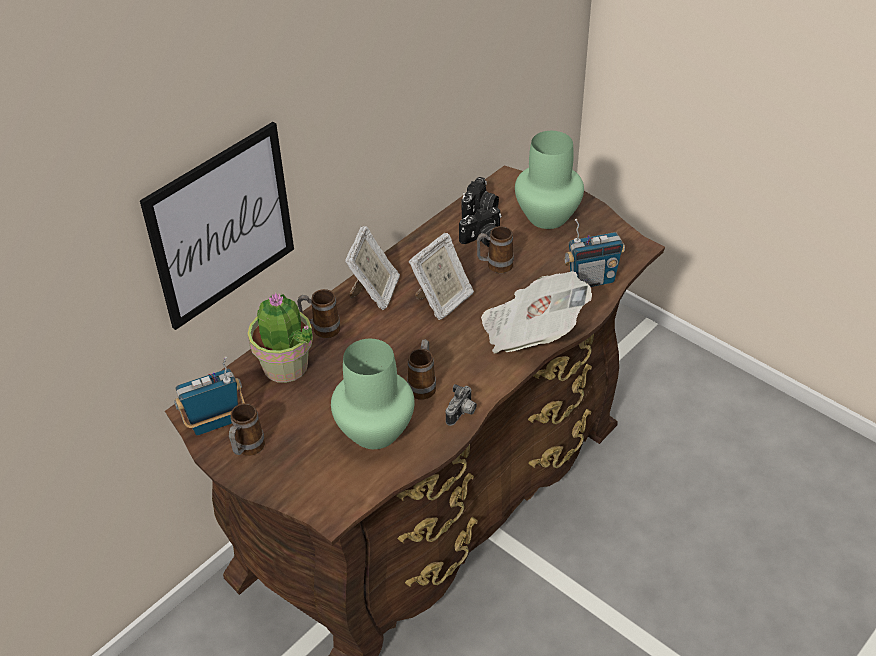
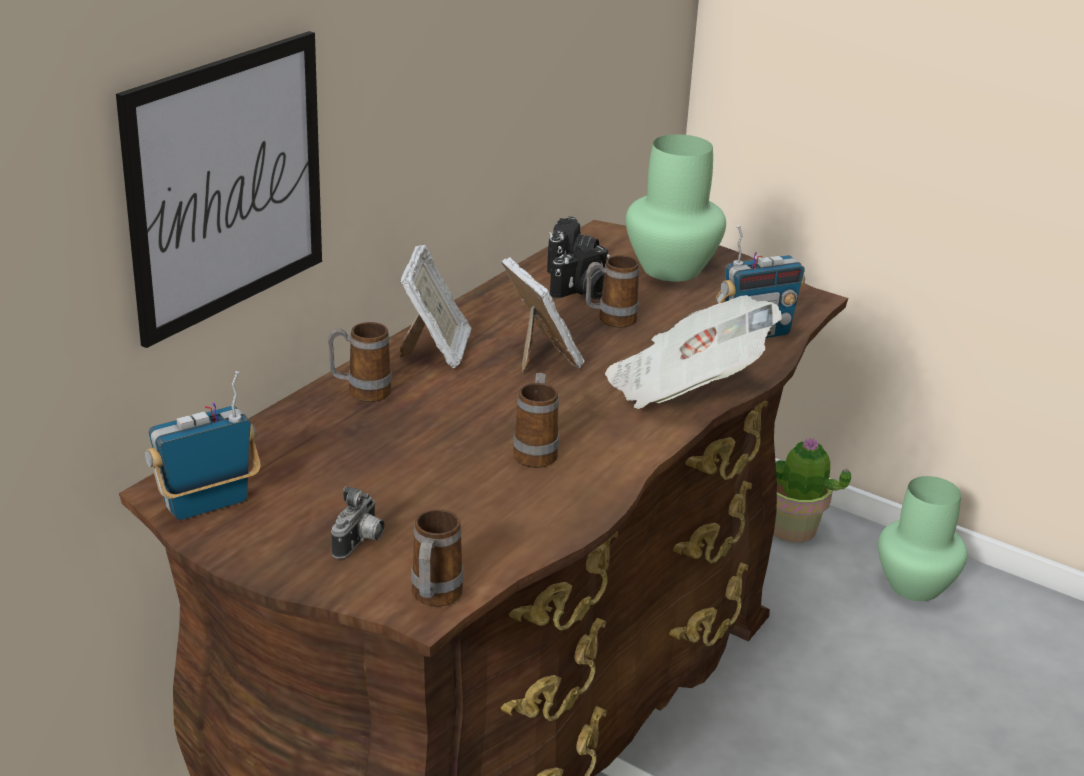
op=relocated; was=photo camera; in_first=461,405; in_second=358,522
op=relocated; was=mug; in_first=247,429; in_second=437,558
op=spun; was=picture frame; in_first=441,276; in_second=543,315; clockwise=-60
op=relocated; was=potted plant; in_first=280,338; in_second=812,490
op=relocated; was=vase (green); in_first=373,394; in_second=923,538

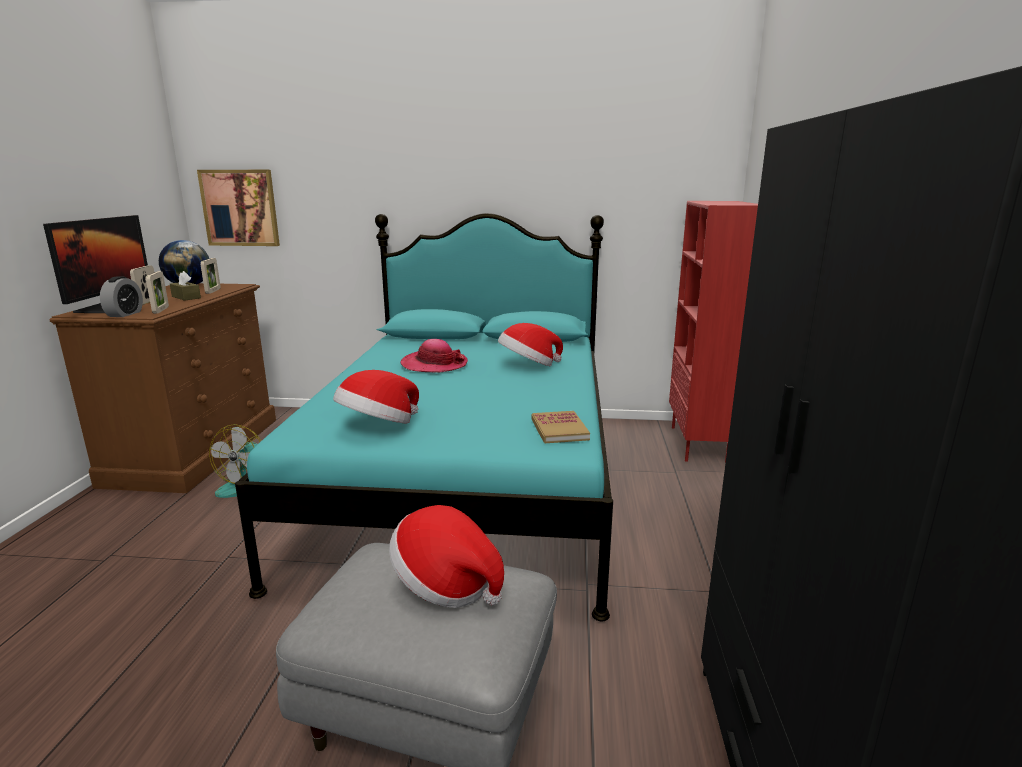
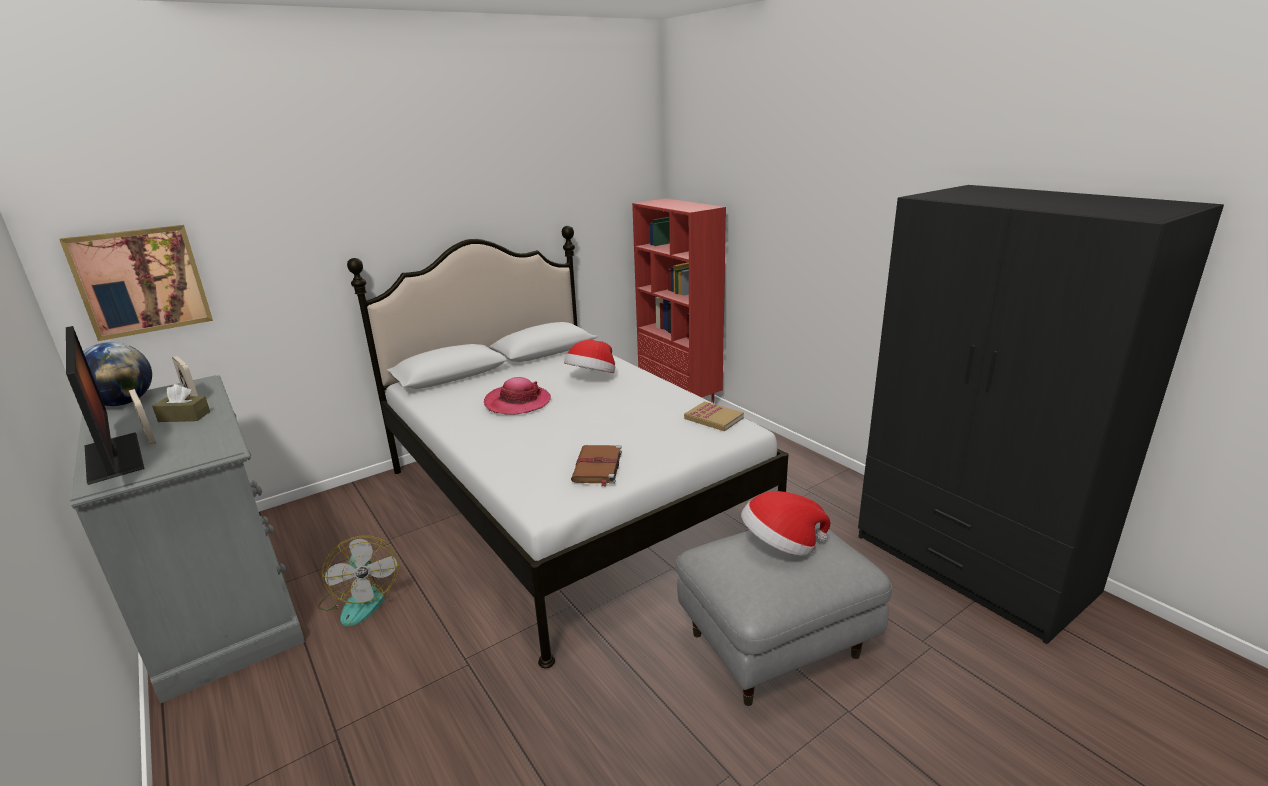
op=colour; was=dresser (brown); now=dresser (grey); in_first=163,388; in_second=187,539
op=colour; was=bed (turquoise); now=bed (white); in_first=424,417; in_second=568,447
op=exchanged; was=hat; now=book (brown); in_first=376,396; in_second=596,466
op=missing; was=alarm clock; in_first=121,296
op=missing; was=picture frame; in_first=157,292

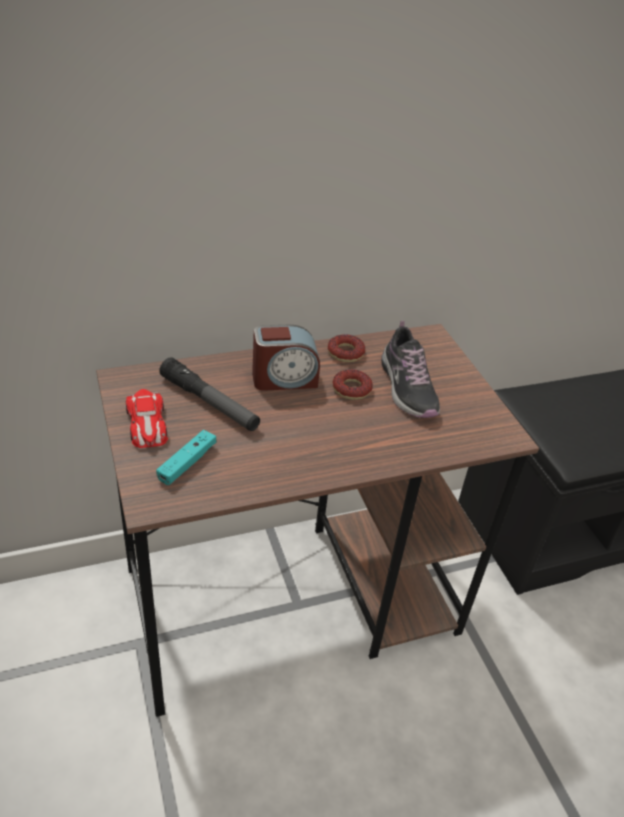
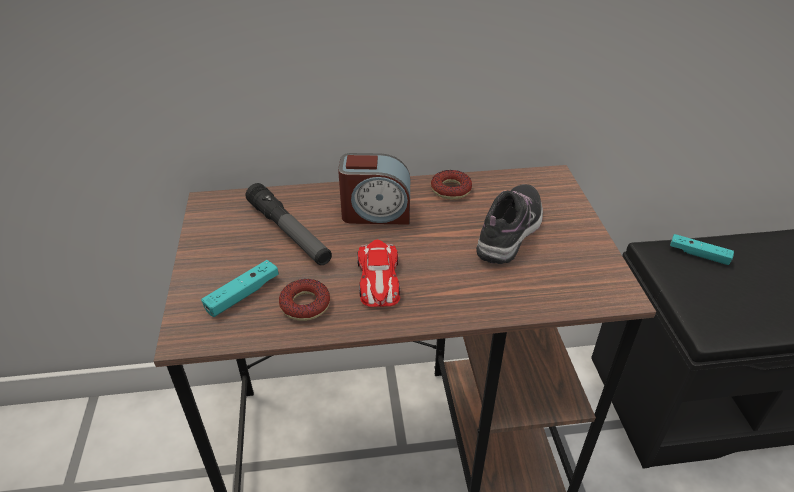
op=relocated; was=donut; in_first=353,384; in_second=304,300
op=relocated; was=toy car; in_first=146,418; in_second=378,273
op=spun; was=shoe; in_first=410,369; in_second=509,224; clockwise=-150
op=appeared; now=game controller (turquoise); in_second=702,249

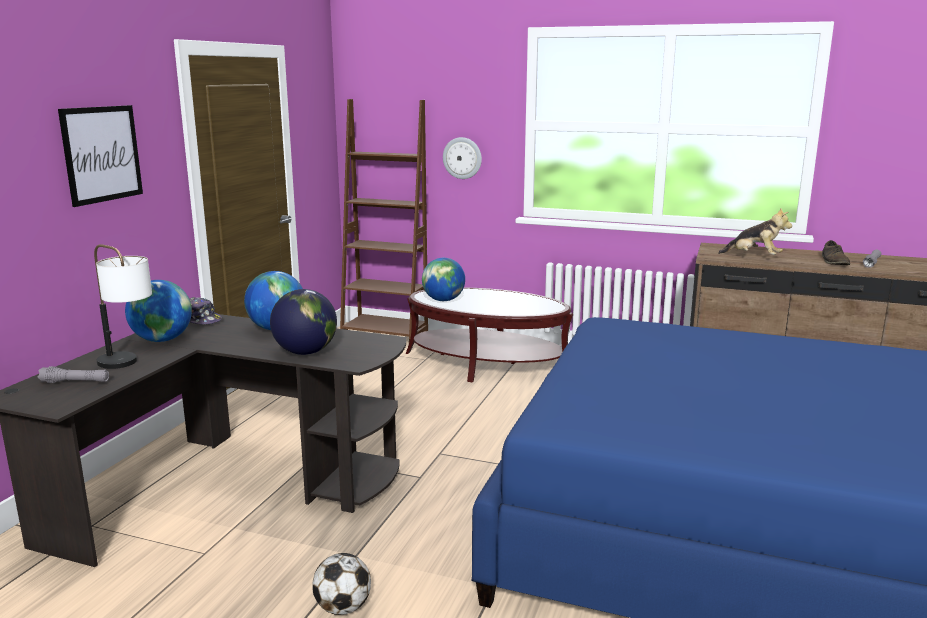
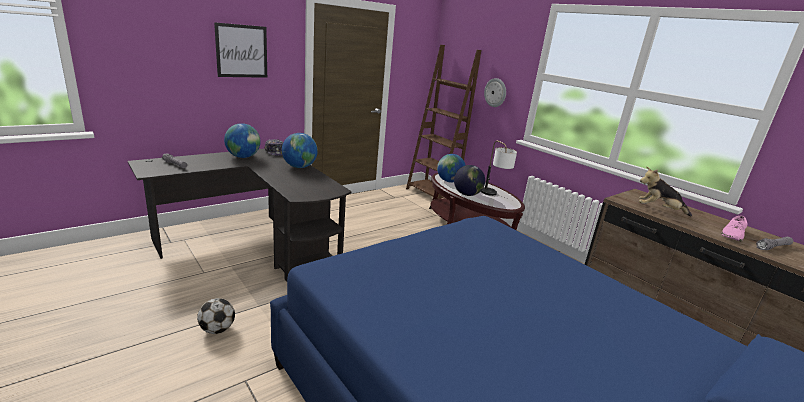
op=relocated; was=globe; in_first=303,322; in_second=469,180
op=relocated; was=table lamp; in_first=123,306; in_second=499,168
op=spun; was=plush toy; in_first=755,231; in_second=665,192; clockwise=135
op=colour; was=shoe (brown); now=shoe (pink); in_first=836,252; in_second=734,229

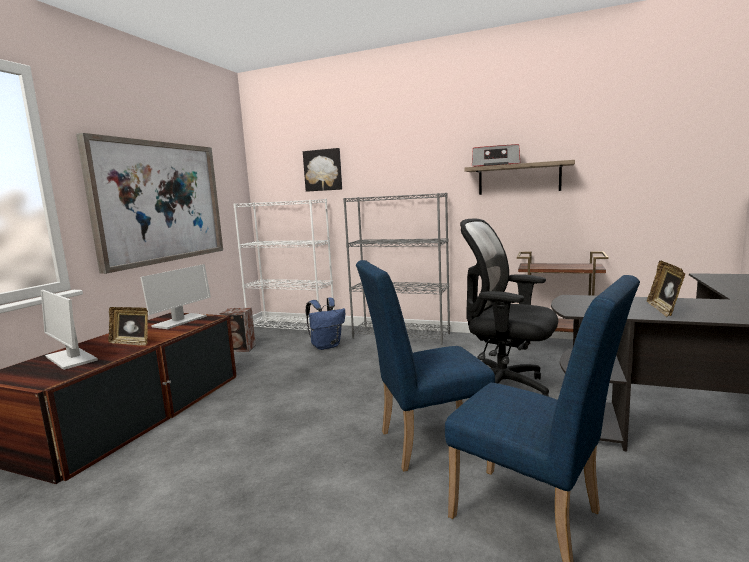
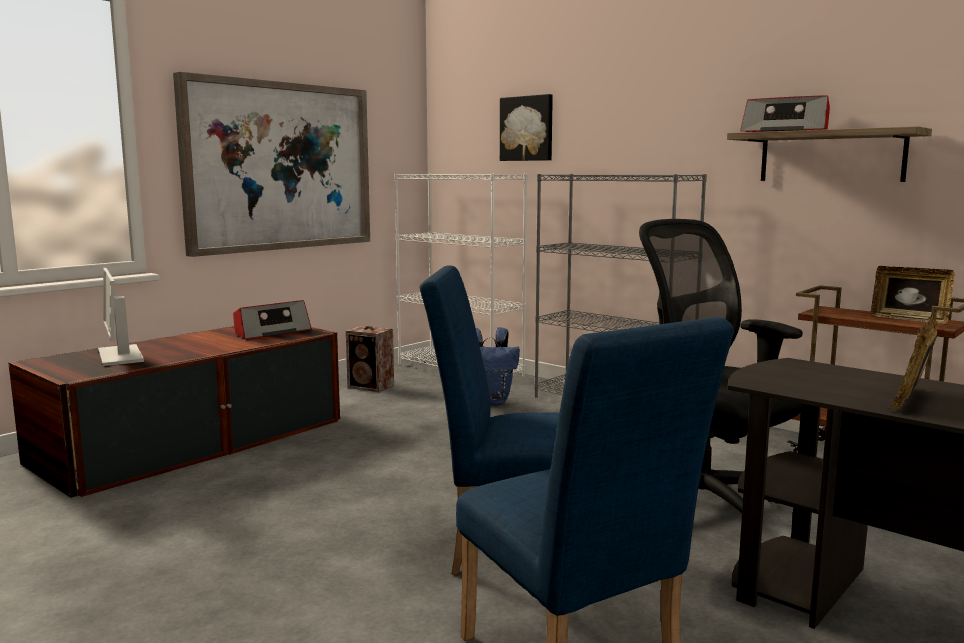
op=exchanged; was=monitor; now=radio; in_first=175,296; in_second=272,319
op=relocated; was=picture frame; in_first=128,326; in_second=912,295

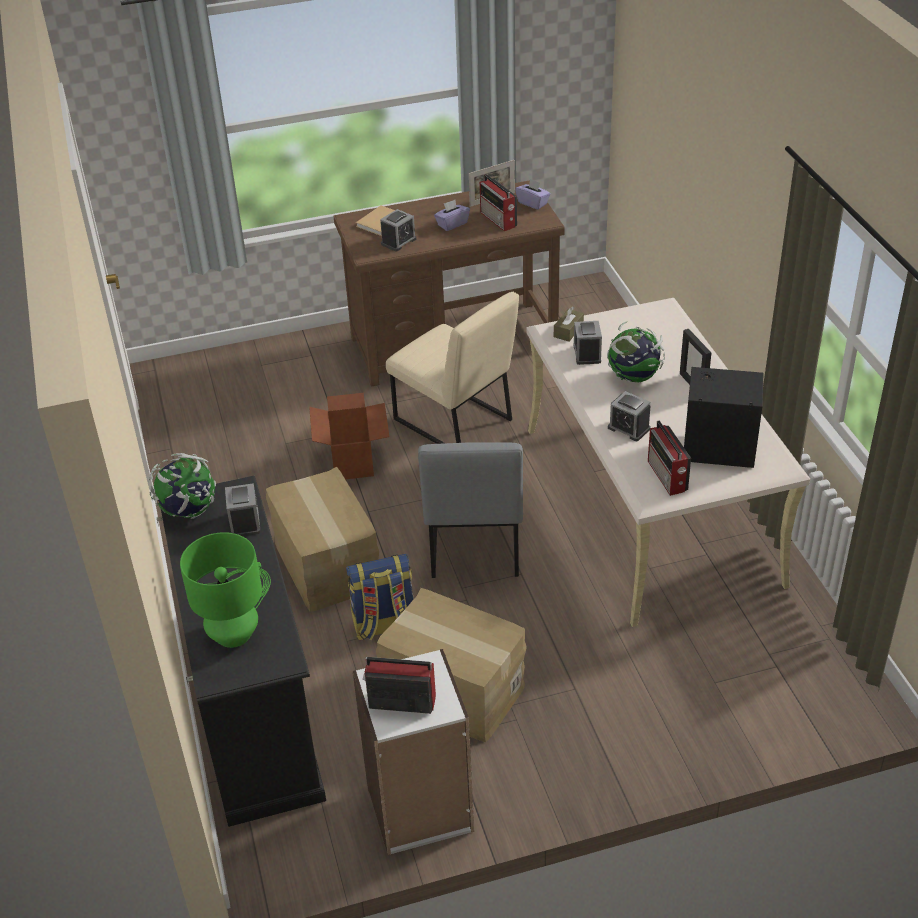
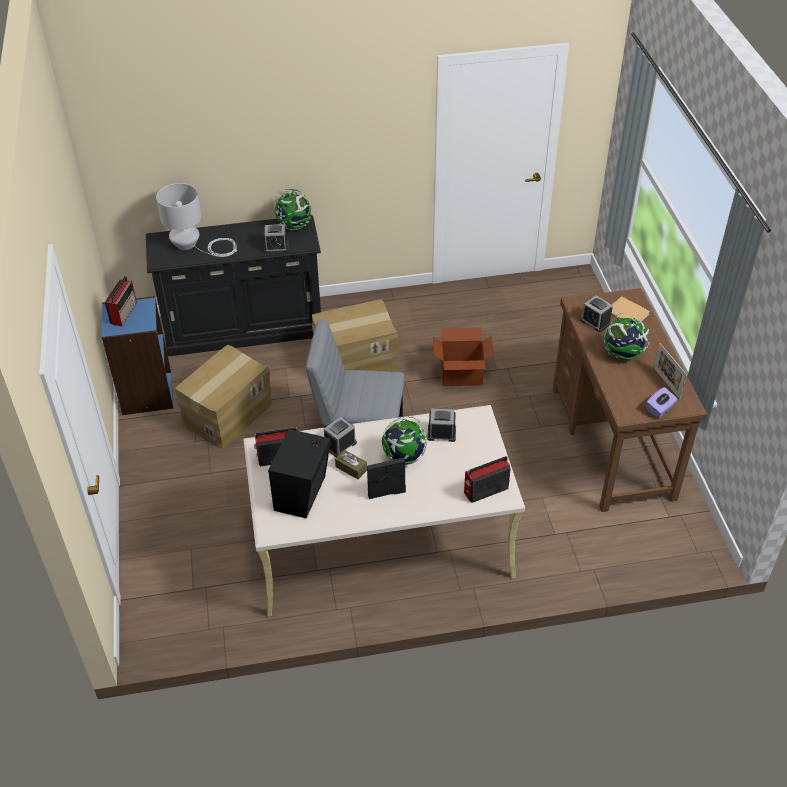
op=colour; was=bookcase (white); now=bookcase (blue); in_first=413,752; in_second=137,355
op=colour; was=table lamp (green); now=table lamp (white); in_first=225,590; in_second=196,220
op=relocated; was=tissue box (brown); in_first=569,324; in_second=351,464
op=relocated; was=radio; in_first=498,202; in_second=487,479
op=exchanged; was=tissue box (purple); now=globe; in_first=452,215; in_second=626,336
op=missing; was=backpack; in_first=380,597
op=missing; was=chair (beige); in_first=452,368

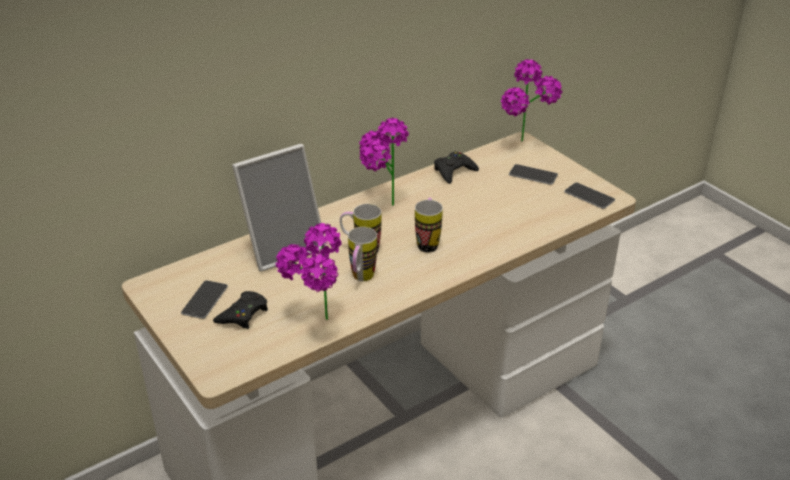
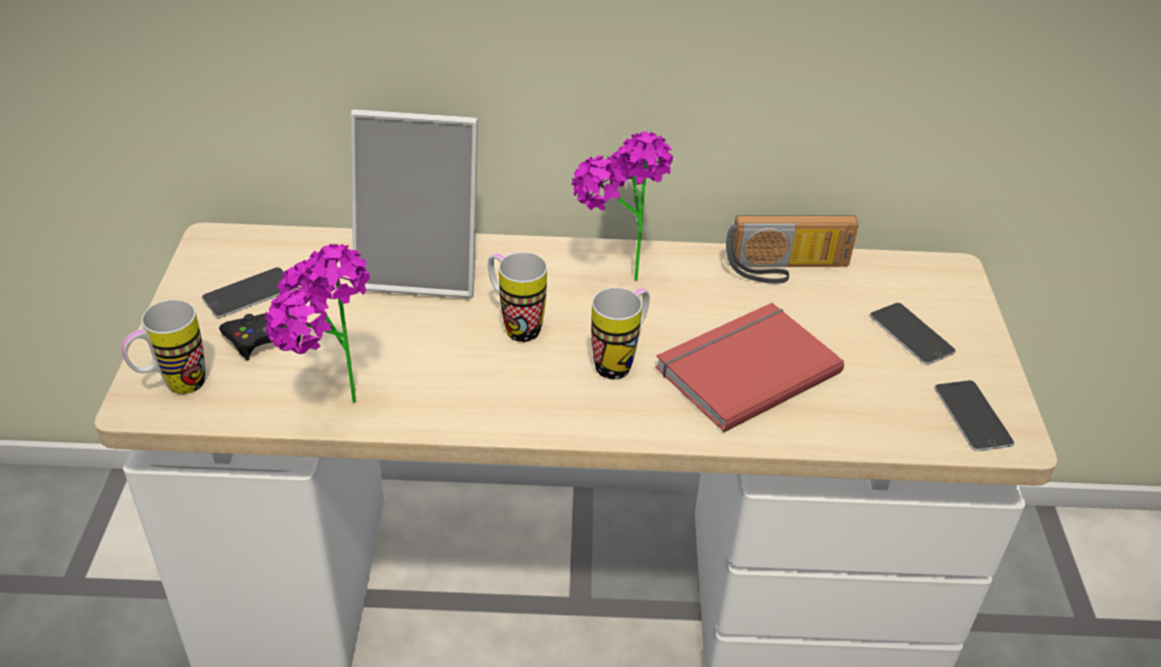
op=relocated; was=mug; in_first=362,254; in_second=163,347
op=appeared; now=book (red); in_second=749,367
op=exchanged; was=game controller (black); now=radio; in_first=456,168; in_second=792,249
op=missing; was=potted plant; in_first=531,100

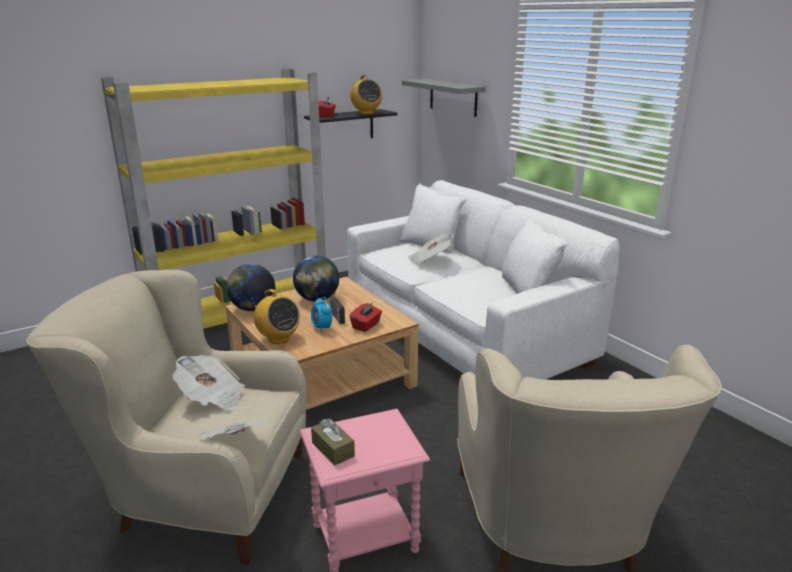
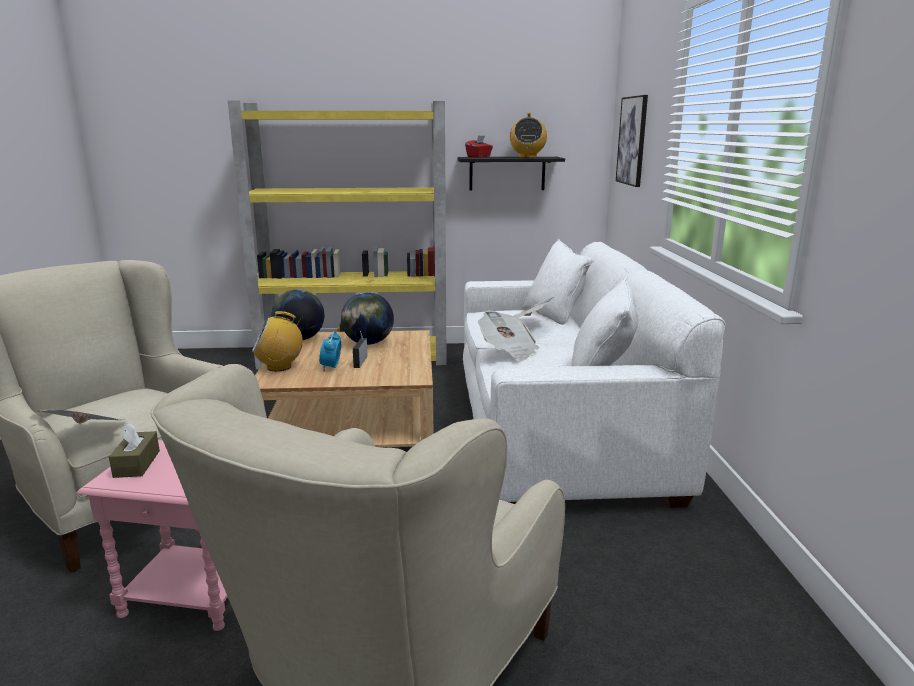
op=spun; was=radio; in_first=276,316; in_second=277,341; clockwise=90
op=relocated; was=newspaper; in_first=208,383; in_second=508,335
op=exchanged; was=shelf (grey); now=picture; in_first=443,98; in_second=632,141
op=missing; was=tissue box (red); in_first=366,317

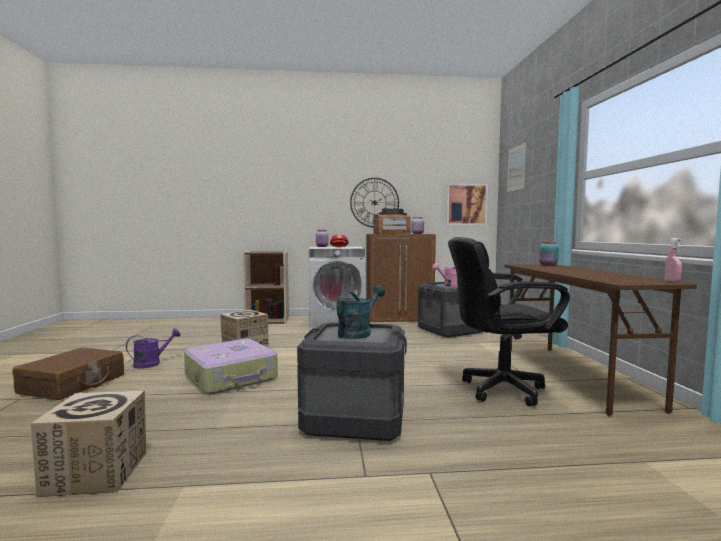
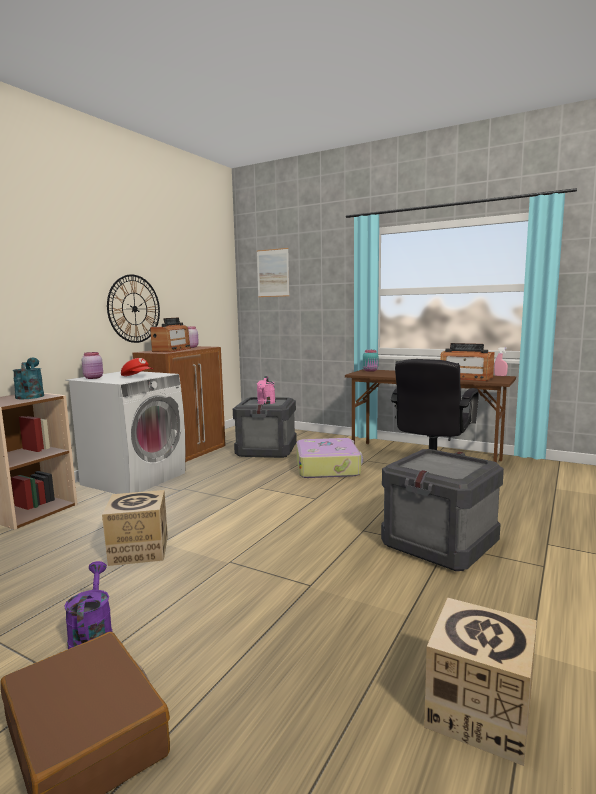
op=relocated; was=watering can (turquoise); in_first=361,312; in_second=28,378
op=relocated; was=suitcase; in_first=231,366; in_second=329,458
op=appeared; now=radio; in_second=467,362
op=missing; was=picture; in_first=467,204

